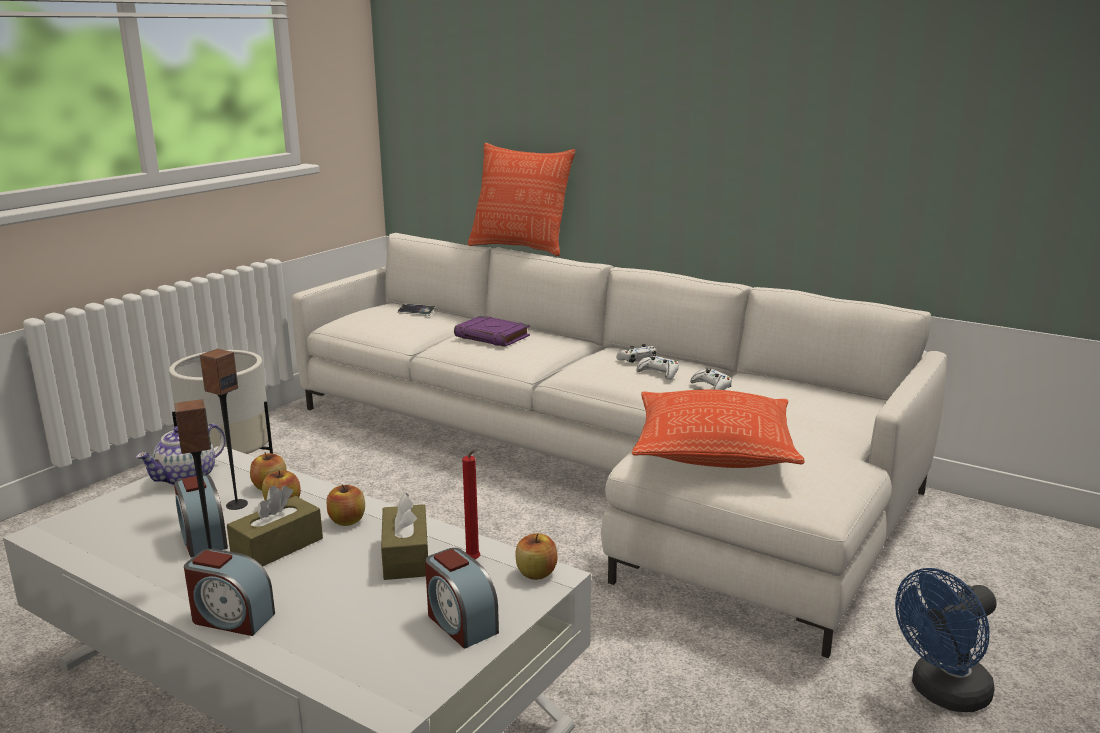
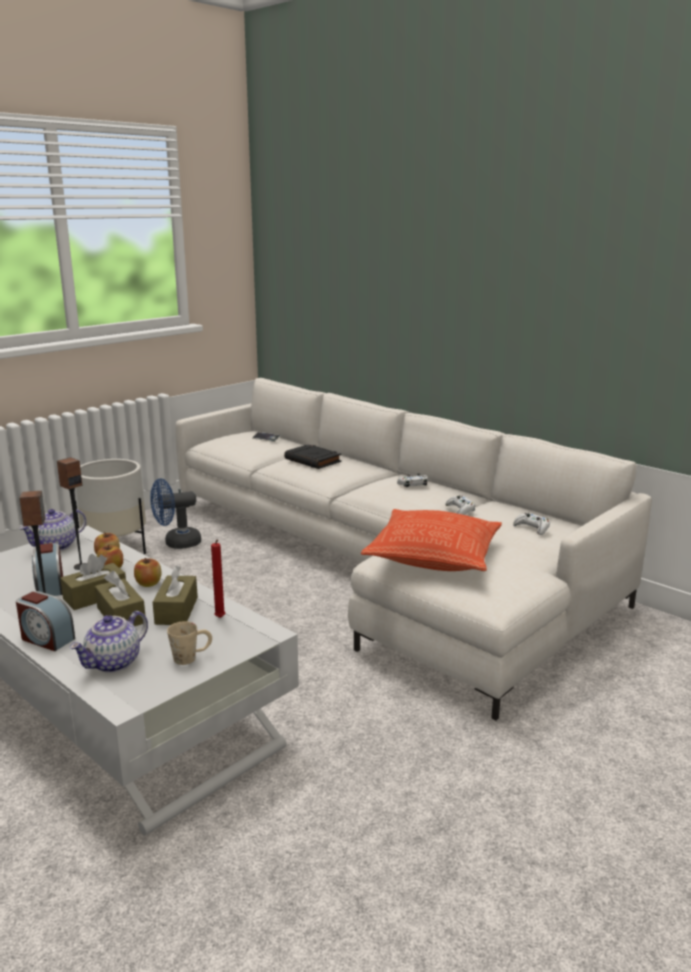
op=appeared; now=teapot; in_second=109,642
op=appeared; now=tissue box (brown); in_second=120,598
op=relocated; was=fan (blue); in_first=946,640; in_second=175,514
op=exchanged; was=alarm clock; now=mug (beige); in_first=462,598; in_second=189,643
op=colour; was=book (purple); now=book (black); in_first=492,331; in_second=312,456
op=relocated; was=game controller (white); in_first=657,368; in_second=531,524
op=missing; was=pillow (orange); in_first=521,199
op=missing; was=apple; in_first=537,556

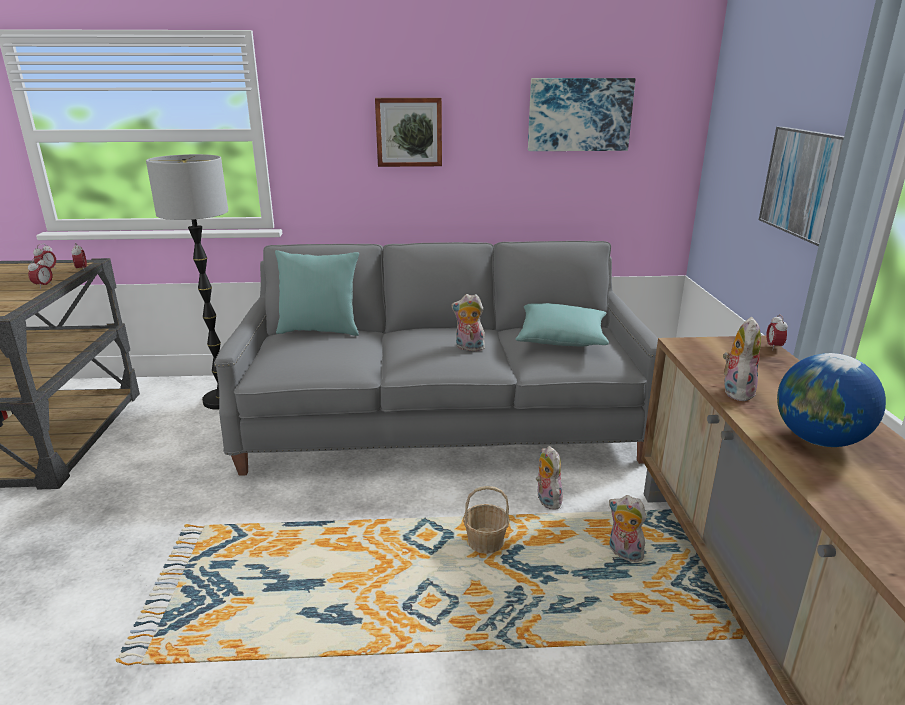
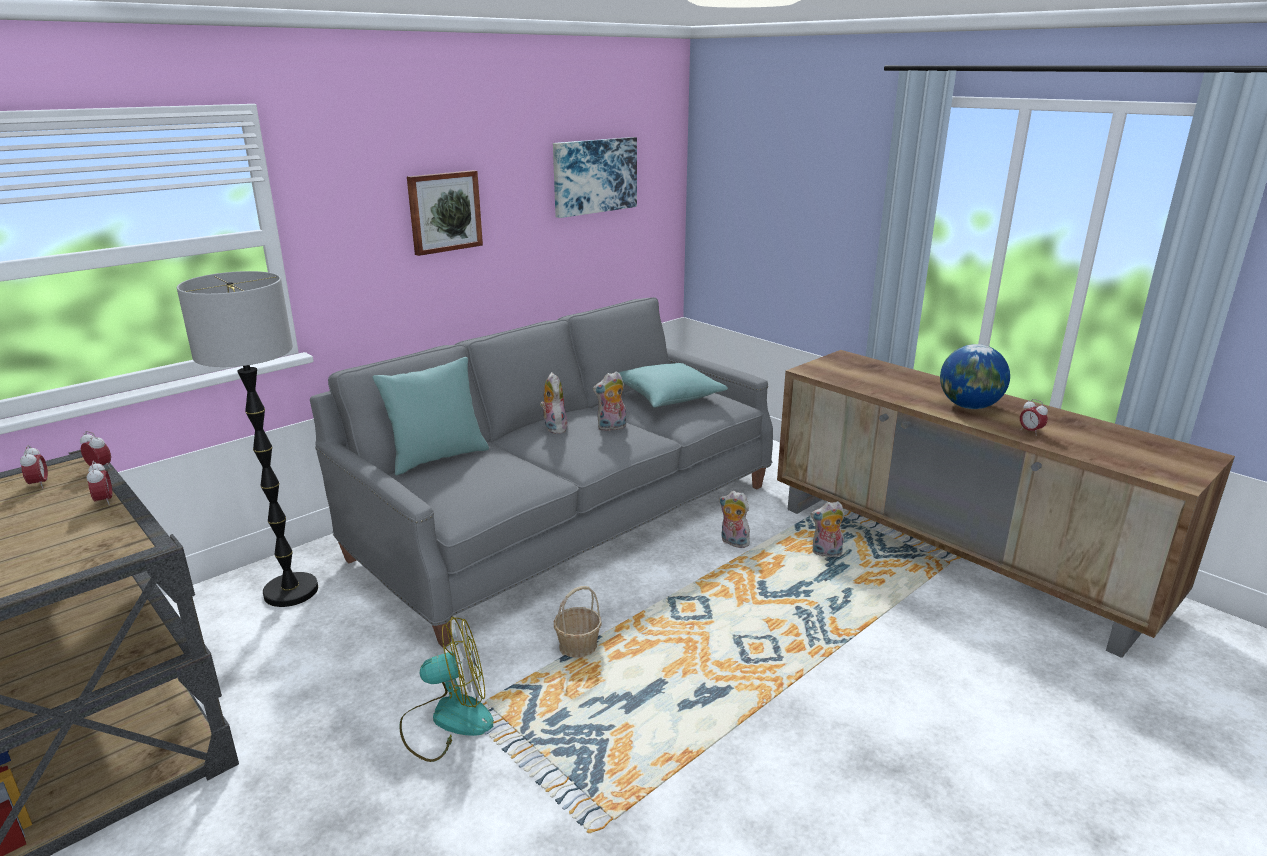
op=appeared; now=fan; in_second=446,689
op=relocated; was=plush toy; in_first=742,358; in_second=553,403
op=relocated; was=basket; in_first=486,520; in_second=578,622
op=relocated; was=alarm clock; in_first=777,332; in_second=1034,417
op=missing; was=picture; in_first=801,186

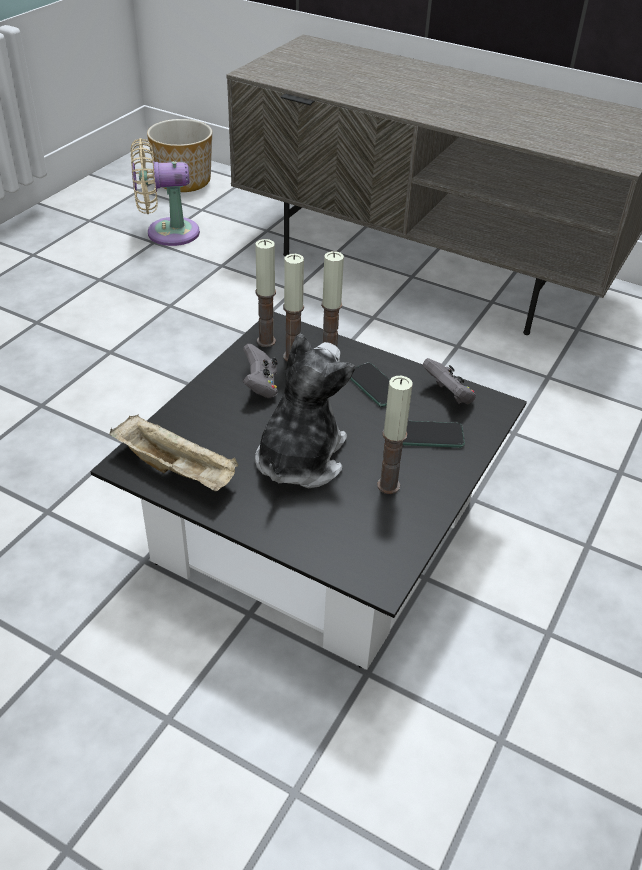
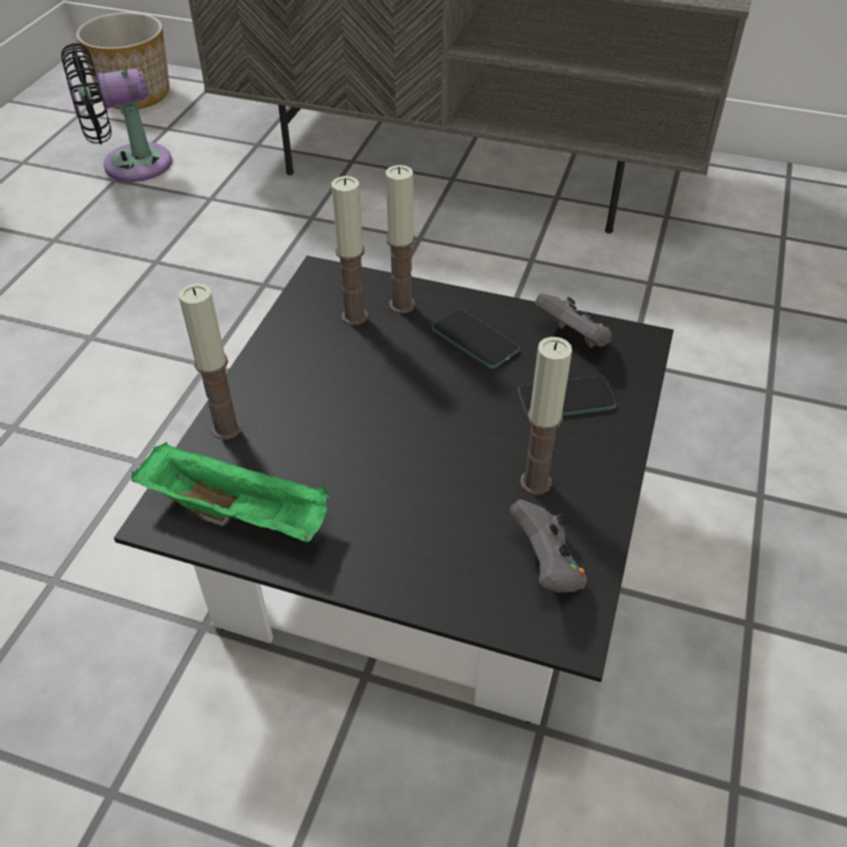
op=colour; was=fan (beige); now=fan (black); in_first=165,192; in_second=116,112
op=colour; was=tray (beige); now=tray (green); in_first=173,452; in_second=230,492
op=relocated; was=candle; in_first=265,293; in_second=210,361
op=relocated; was=game controller (grey); in_first=260,371; in_second=548,546
op=missing; was=plush toy; in_first=305,410

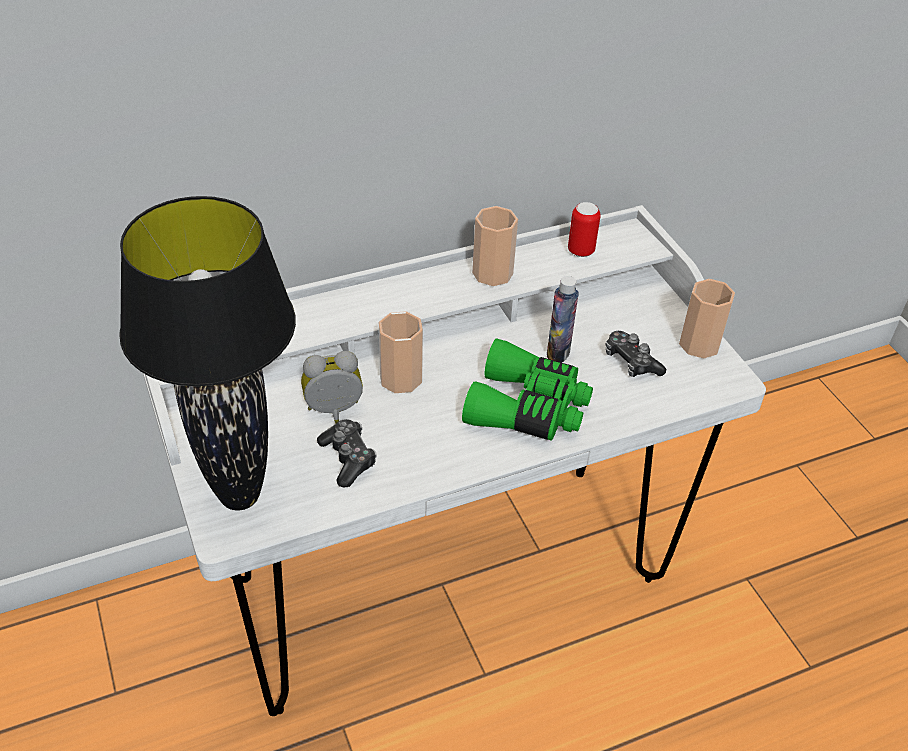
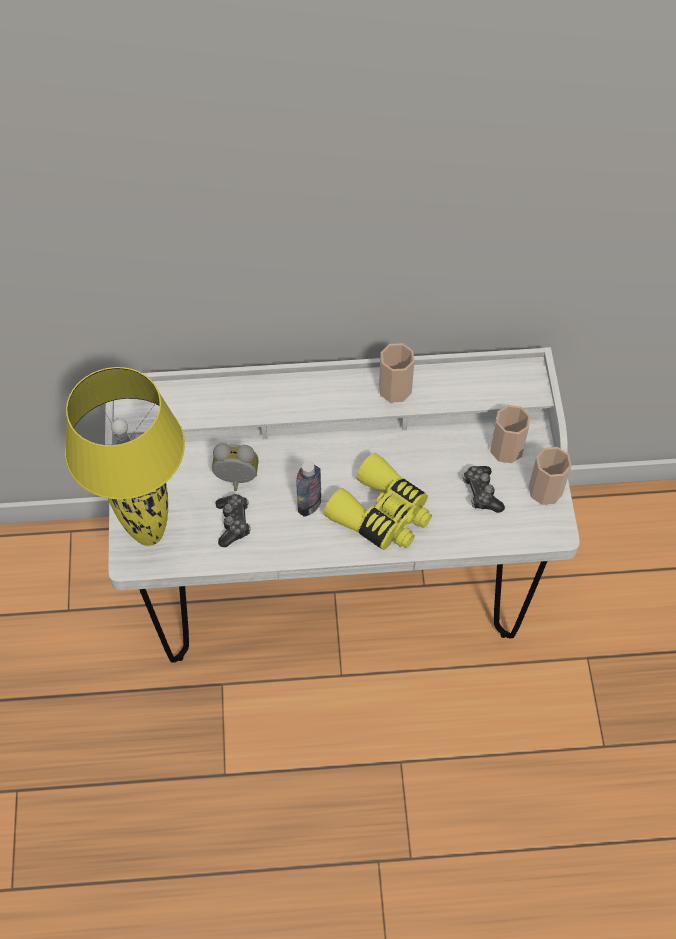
op=colour; was=table lamp (black); now=table lamp (yellow); in_first=207,353; in_second=125,456
op=relocated; was=bottle; in_first=563,319; in_second=308,489
op=colour; was=binoculars (green); now=binoculars (yellow); in_first=527,390; in_second=378,501
op=relocated; was=cup; in_first=401,352; in_second=510,434
op=missing; was=can; in_first=584,229

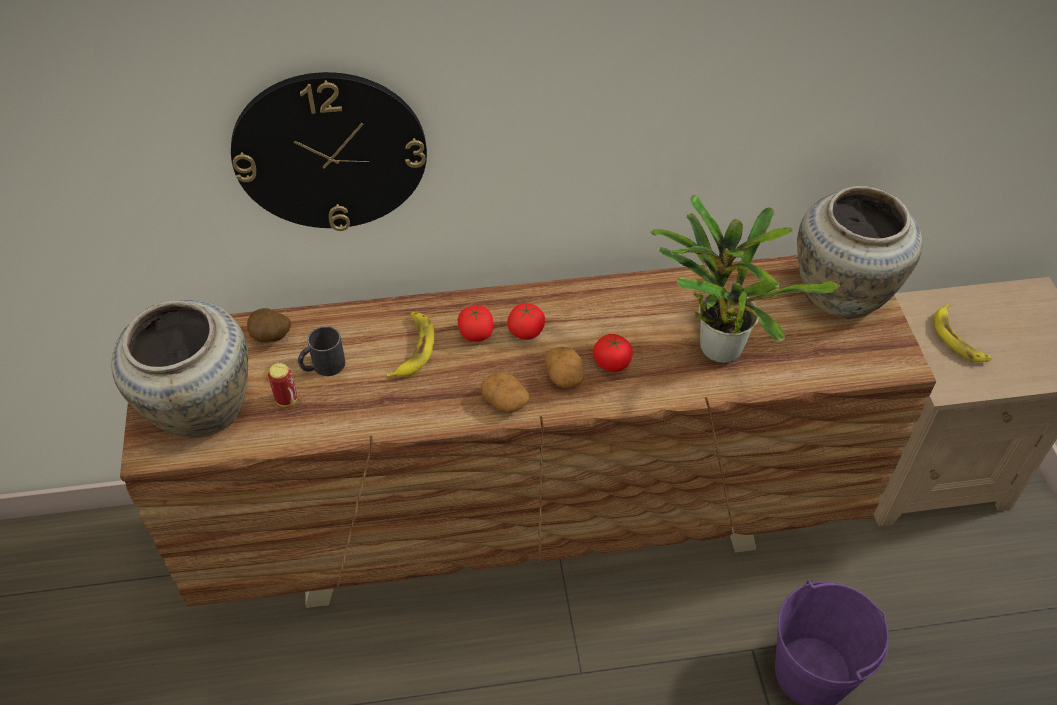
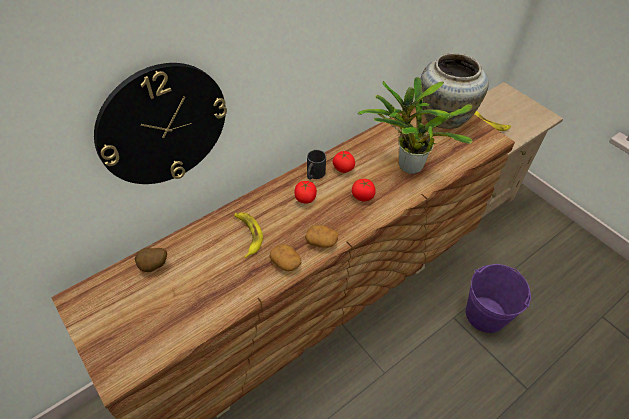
op=relocated; was=potato; in_first=564,367; in_second=285,257
op=relocated; was=mug (black); in_first=321,351; in_second=316,165
op=relocated; was=tomato; in_first=475,323; in_second=344,162
op=missing; was=vase (beige); in_first=179,369
op=missing; was=can; in_first=282,385

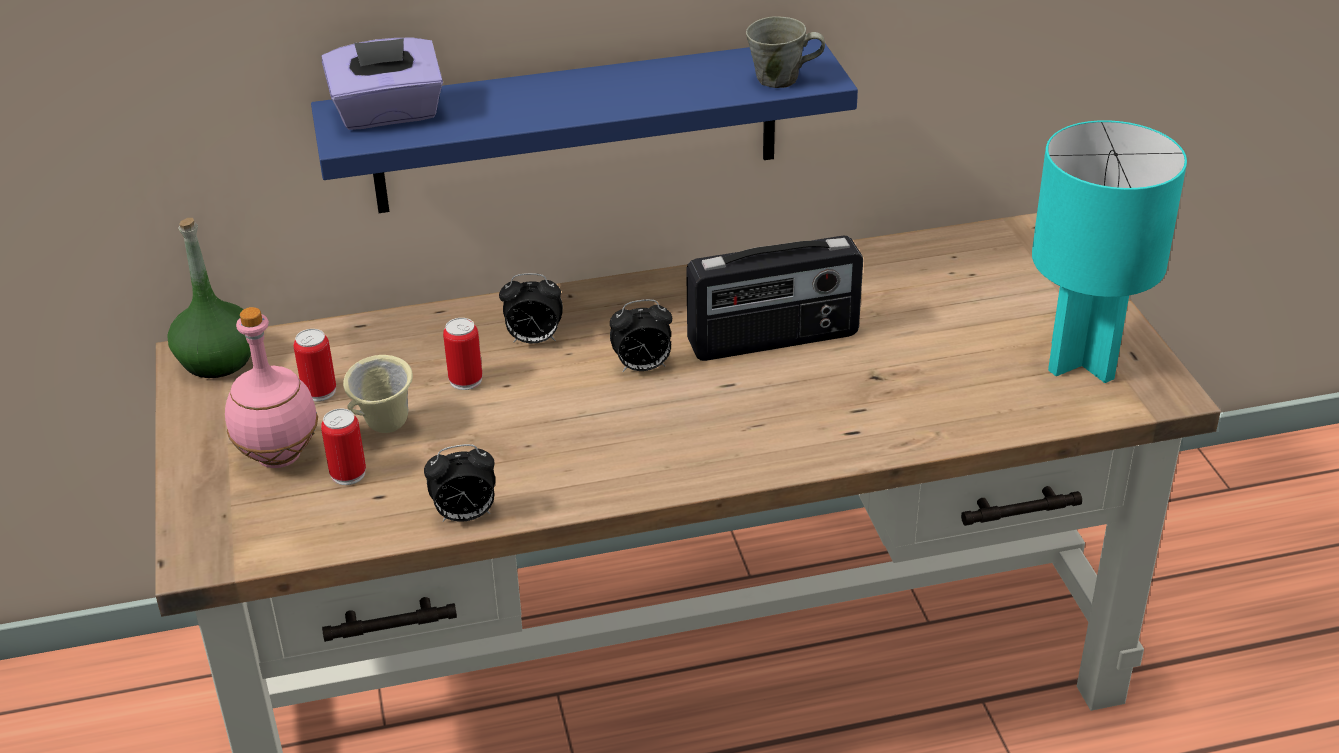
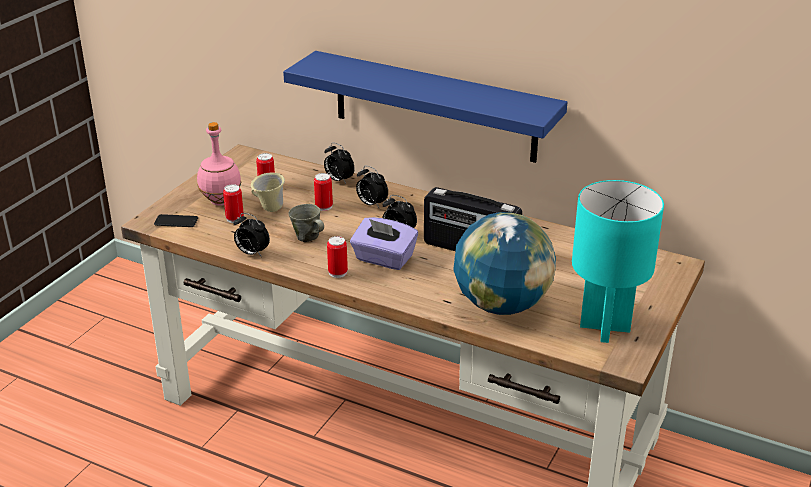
op=appeared; now=phone; in_second=176,220
op=relocated; was=mug (grey); in_first=785,52; in_second=306,223
op=appeared; now=alarm clock; in_second=339,163
op=appeared; now=can; in_second=337,257
op=relocated; was=tissue box (purple); in_first=382,83; in_second=384,243
op=appeared; now=globe; in_second=504,263
op=missing; was=bottle (green); in_first=209,298

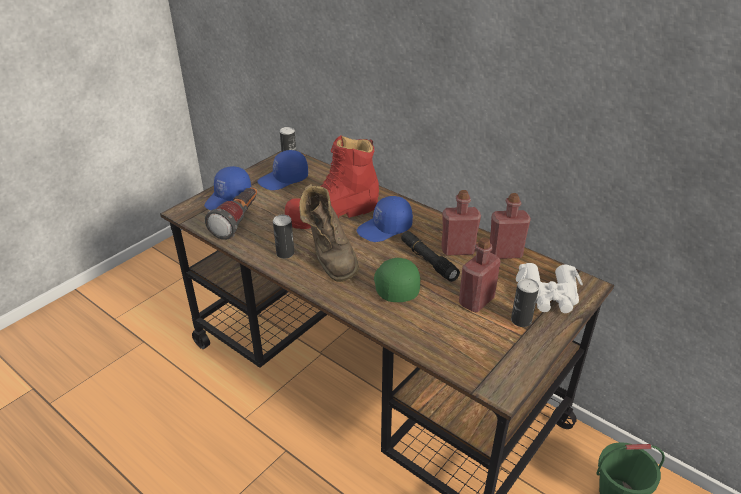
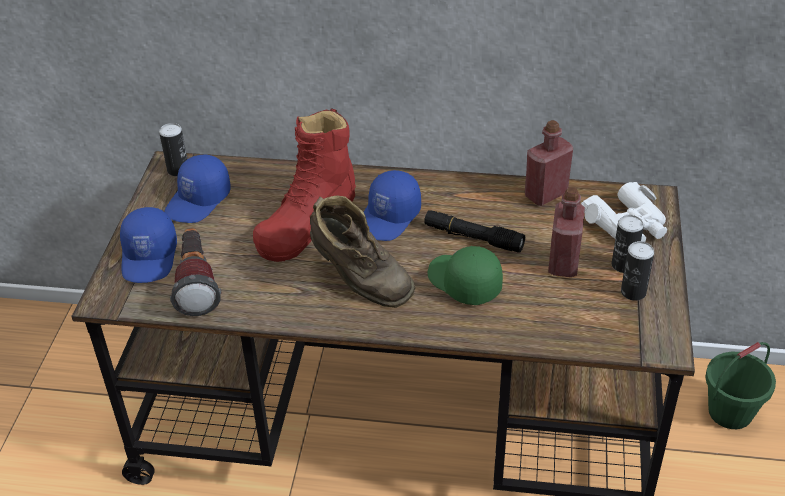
op=relocated; was=can; in_first=283,236; in_second=637,271
op=missing; was=bottle (red); in_first=461,222

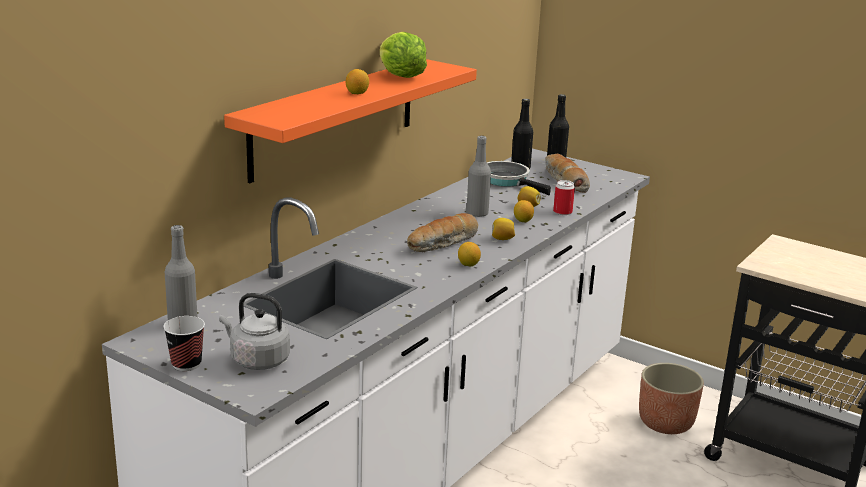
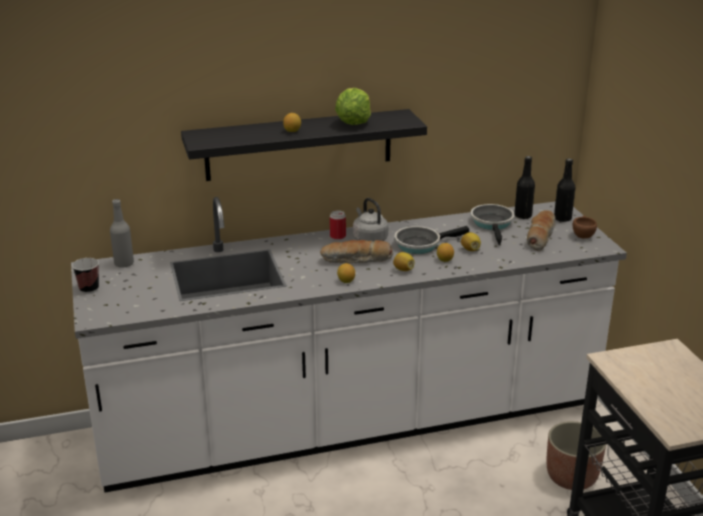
op=colour; was=shelf (orange); now=shelf (black); in_first=350,121; in_second=304,145
op=relocated; was=can; in_first=564,197; in_second=338,225
op=relocated; was=kettle (grey); in_first=254,331; in_second=370,220
op=exchanged; was=bottle (grey); now=frying pan; in_first=478,176; in_second=431,240
op=appeared; now=cup (brown); in_second=585,227

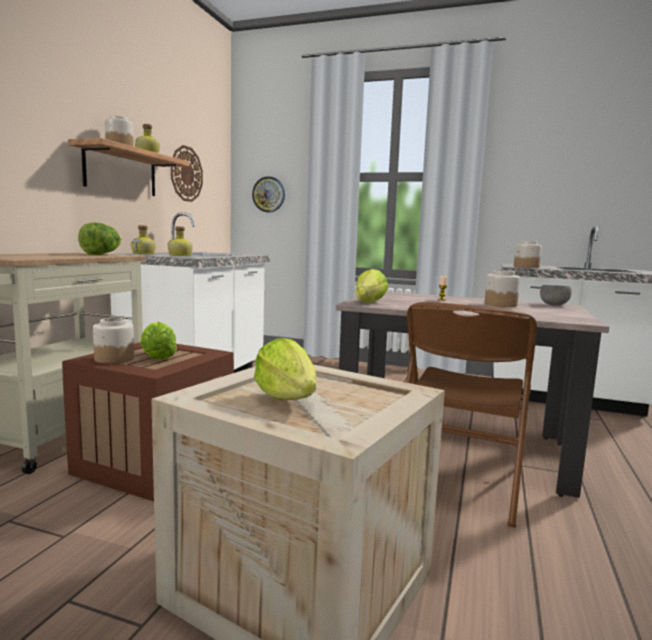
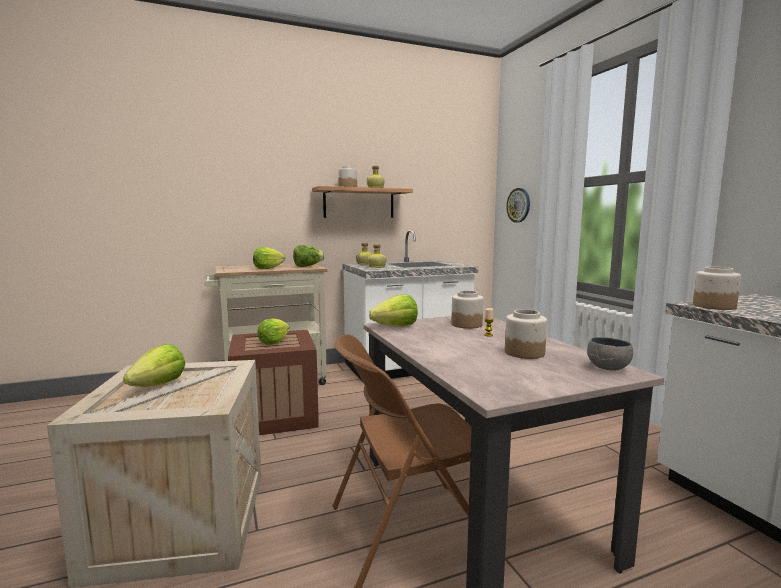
op=appeared; now=lettuce; in_second=269,258
op=relocated; was=jar; in_first=113,341; in_second=467,310
op=missing; was=wall clock; in_first=187,173

